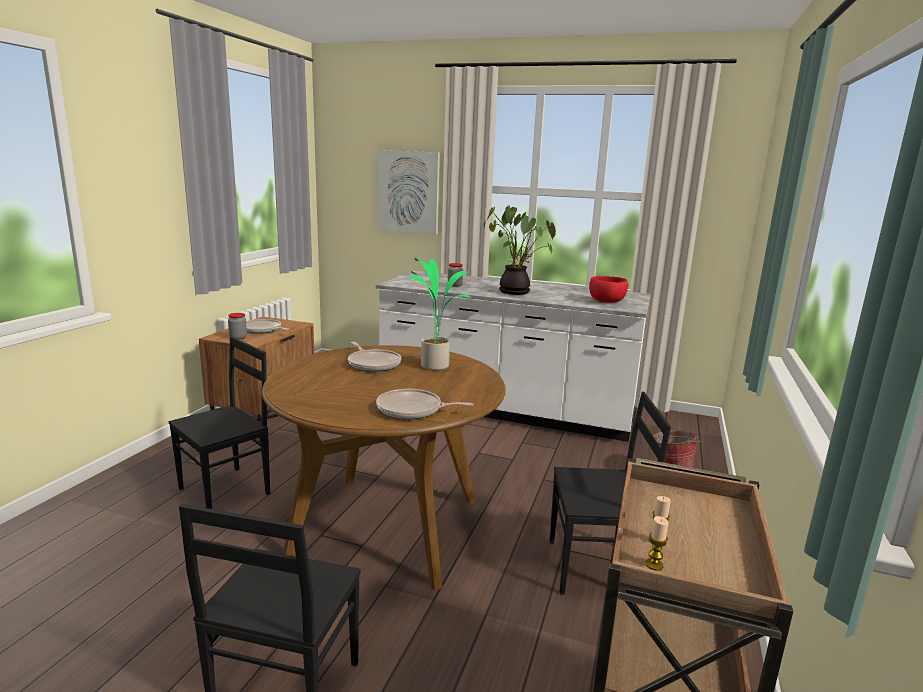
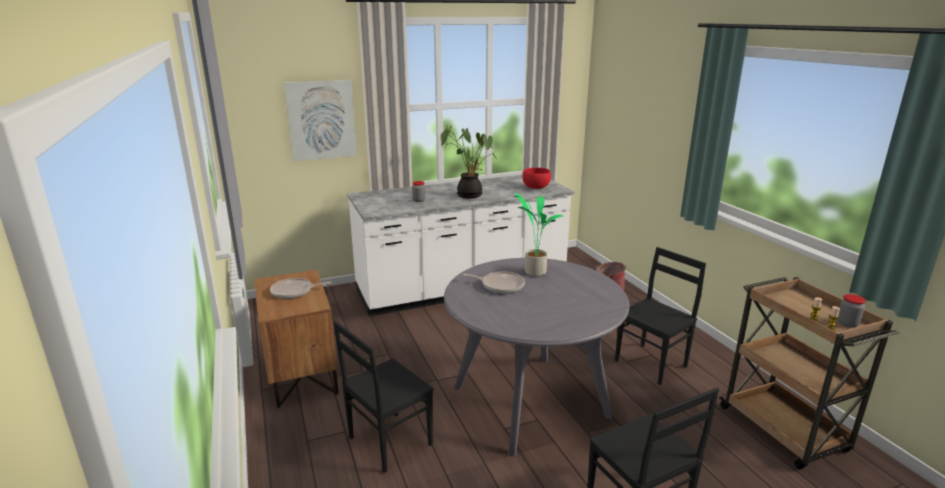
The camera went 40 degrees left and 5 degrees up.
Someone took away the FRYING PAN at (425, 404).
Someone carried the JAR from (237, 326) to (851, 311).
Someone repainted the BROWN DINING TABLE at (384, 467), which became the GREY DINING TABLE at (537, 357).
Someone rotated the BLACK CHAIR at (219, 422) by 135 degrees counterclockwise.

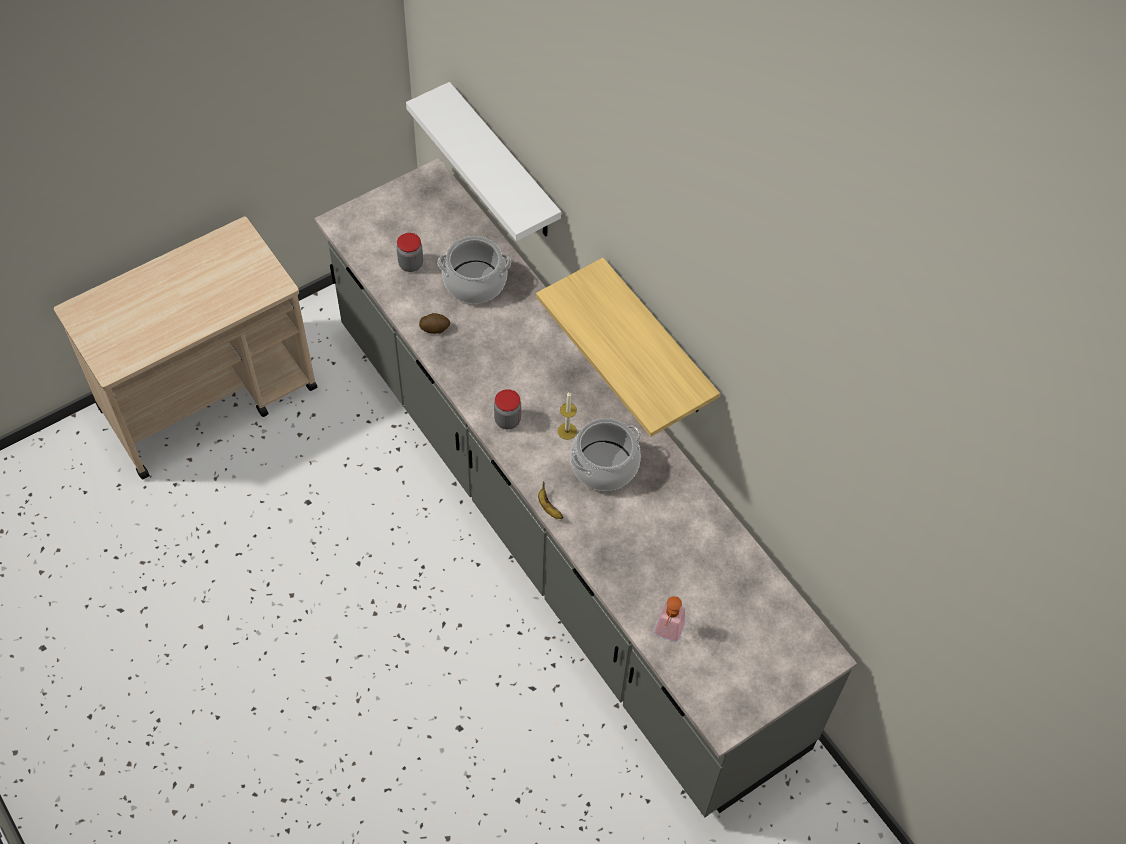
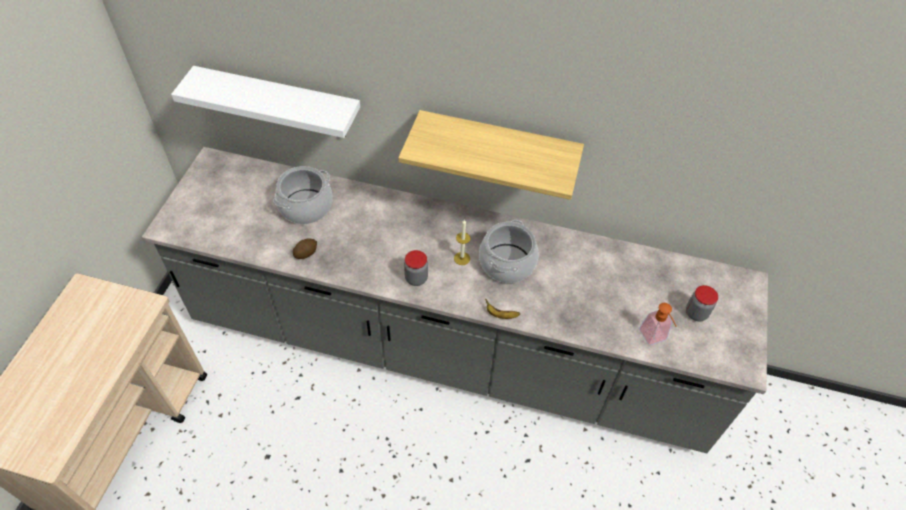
The camera went 40 degrees left and 5 degrees down.
Someone carried the JAR from (410, 252) to (702, 303).

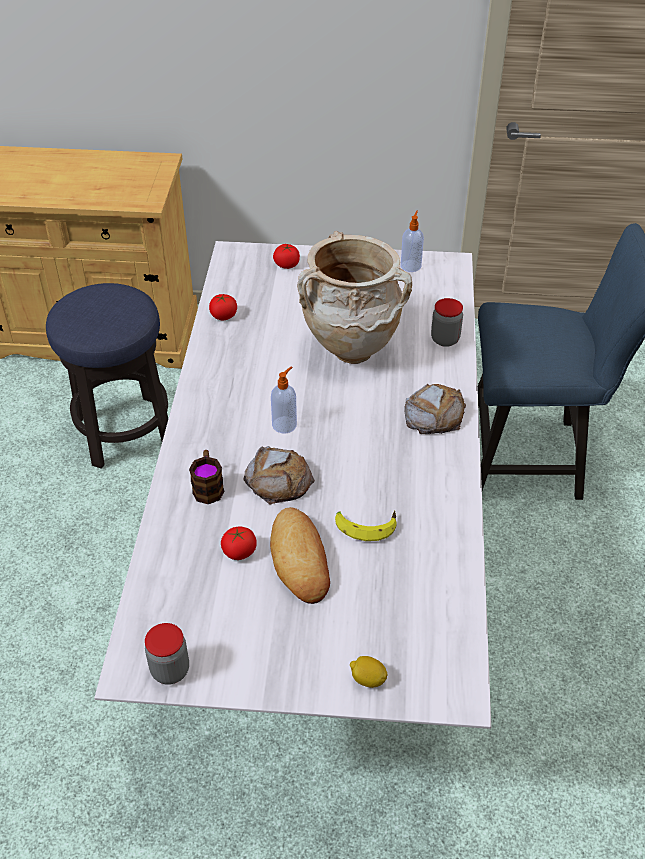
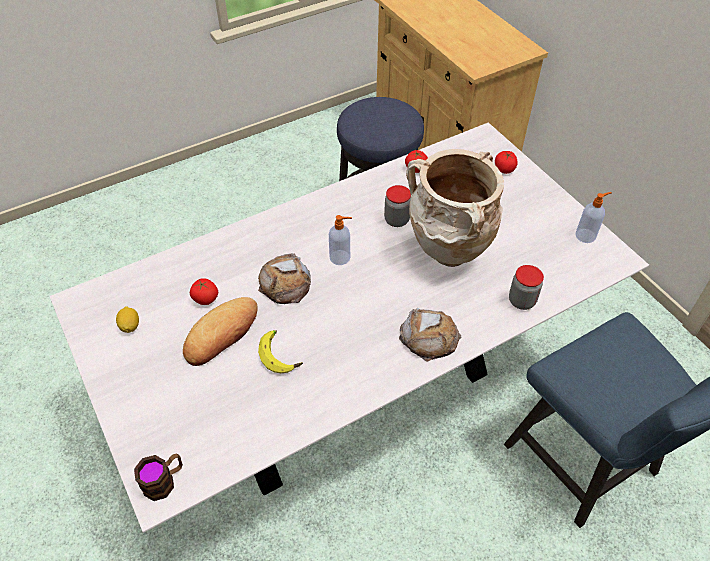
The camera went 55 degrees right and 5 degrees up.
Someone carried the JAR from (167, 654) to (397, 206).
Someone carried the MUG from (206, 477) to (158, 477).
Someone carried the LEMON from (368, 672) to (127, 319).

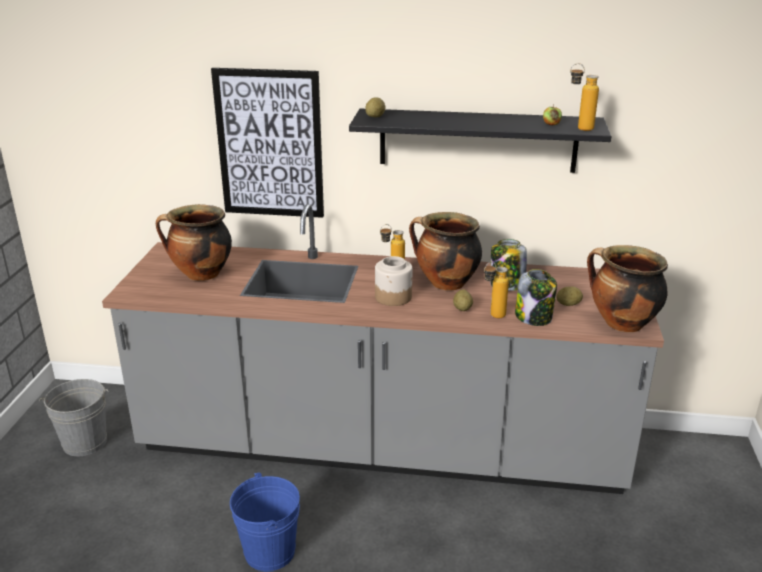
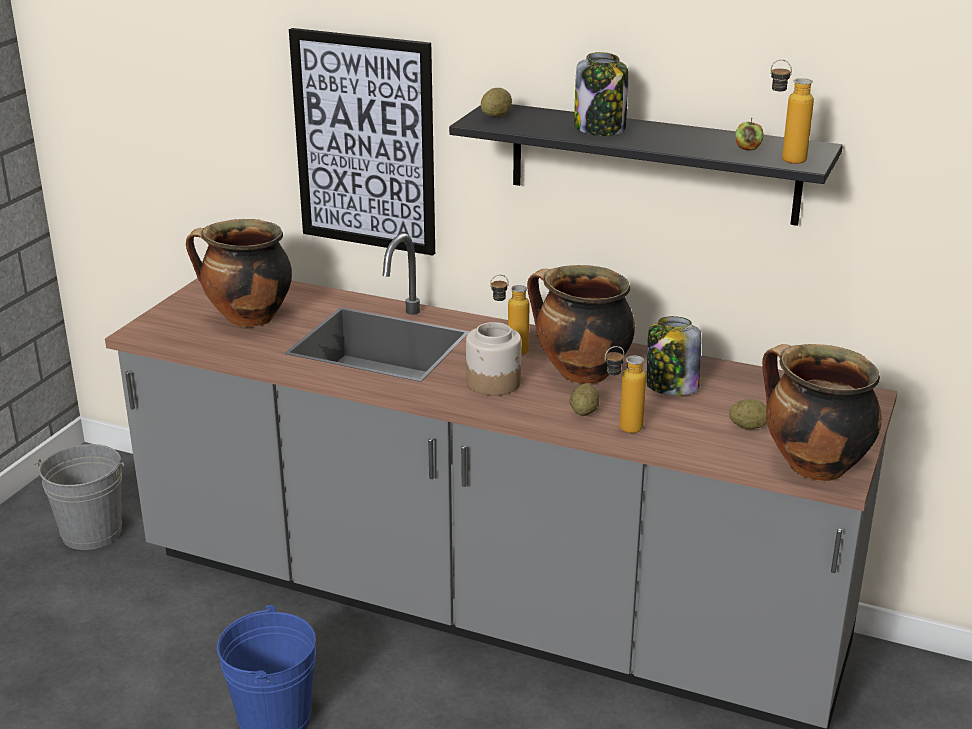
The camera went 15 degrees right and 0 degrees up.
Someone carried the JAR from (536, 297) to (601, 94).

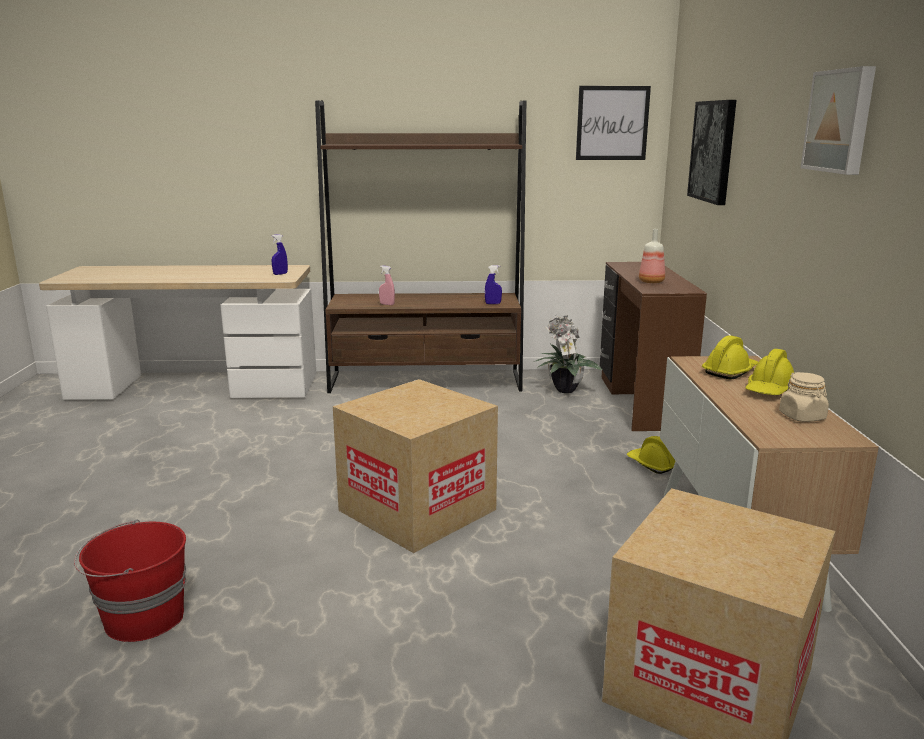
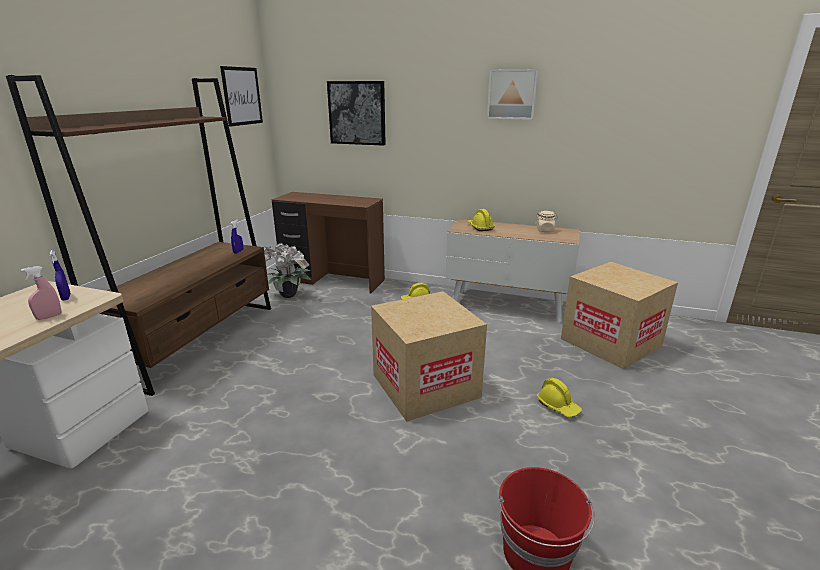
The camera went 70 degrees left and 5 degrees up.
Someone took away the BOTTLE at (652, 256).
Someone carried the PINK SPRAY BOTTLE from (387, 285) to (41, 293).
Someone carried the YELLOW HARD HAT from (769, 372) to (559, 397).

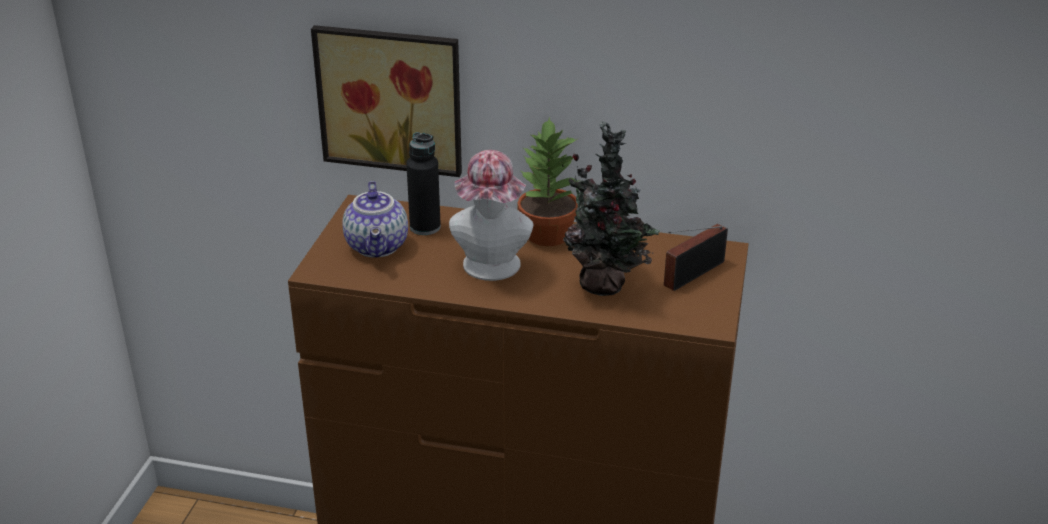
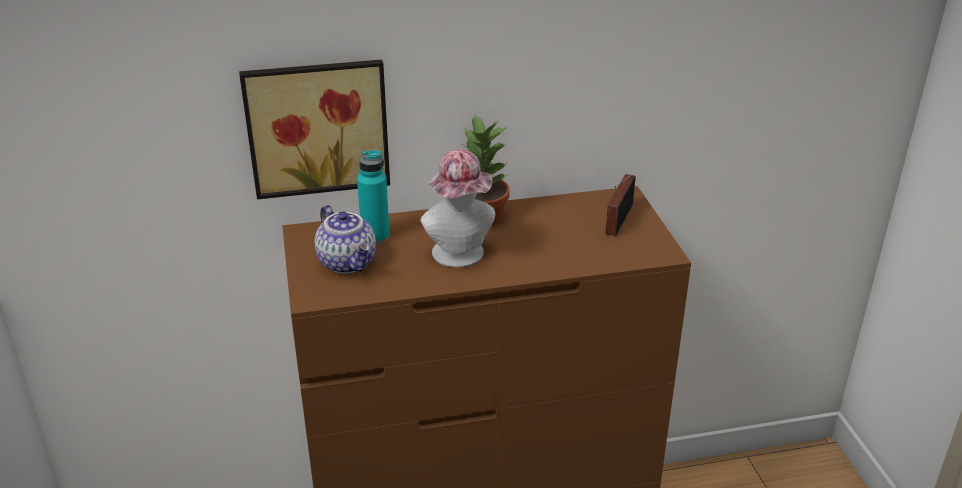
The camera went 25 degrees left and 0 degrees up.
Someone took away the POTTED PLANT at (610, 208).
Someone repainted the BLACK BOTTLE at (423, 183), which became the TURQUOISE BOTTLE at (373, 197).

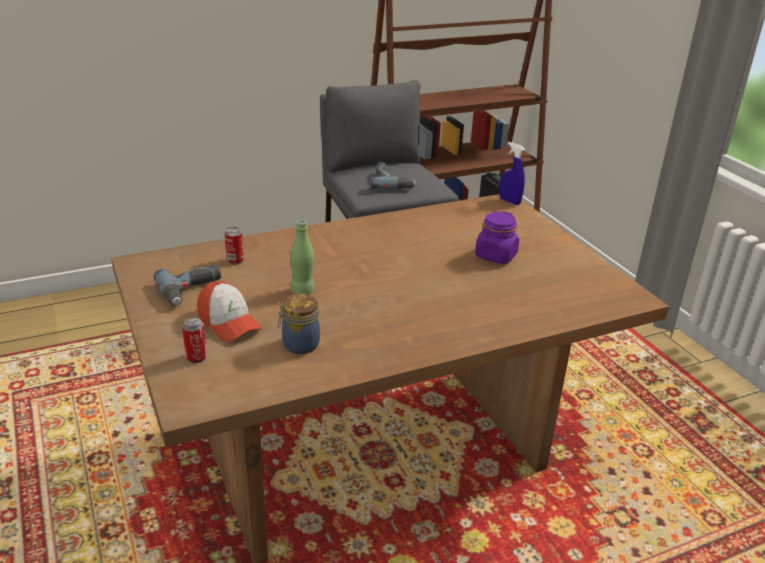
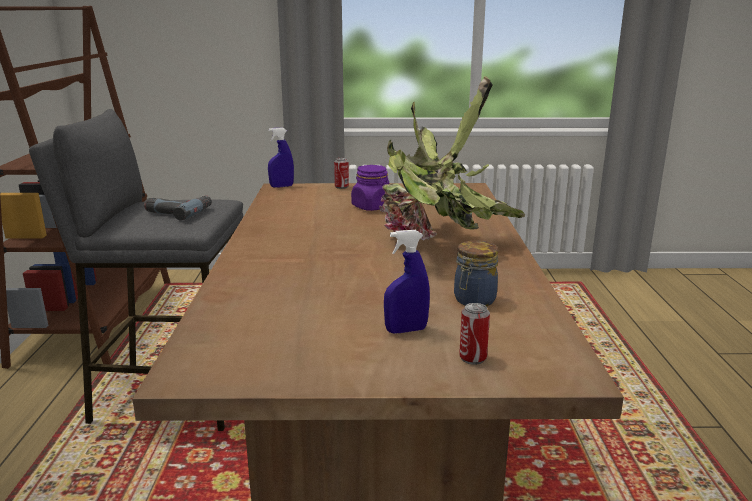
The camera went 65 degrees left and 10 degrees down.
Someone took away the POWER DRILL at (187, 285).
Someone took away the GREEN BOTTLE at (302, 257).
Someone put down the POTTED PLANT at (452, 158).
Someone carried the CAN from (234, 246) to (341, 173).
Someone swapped the CAP at (229, 311) for the BLUE SPRAY BOTTLE at (407, 281).

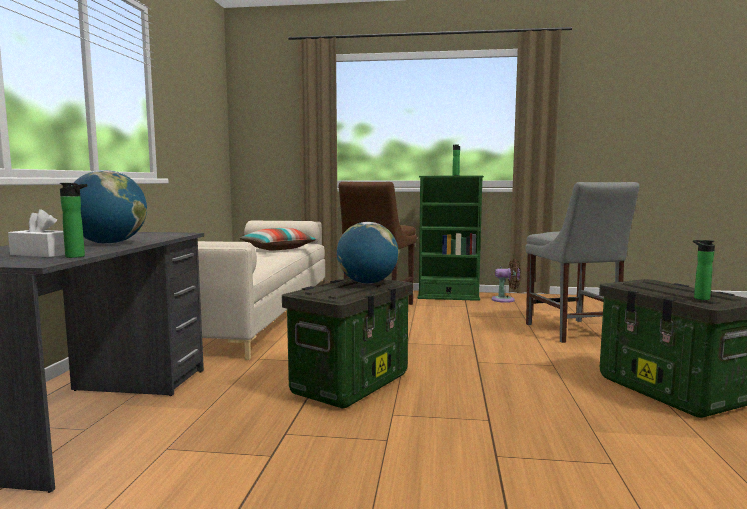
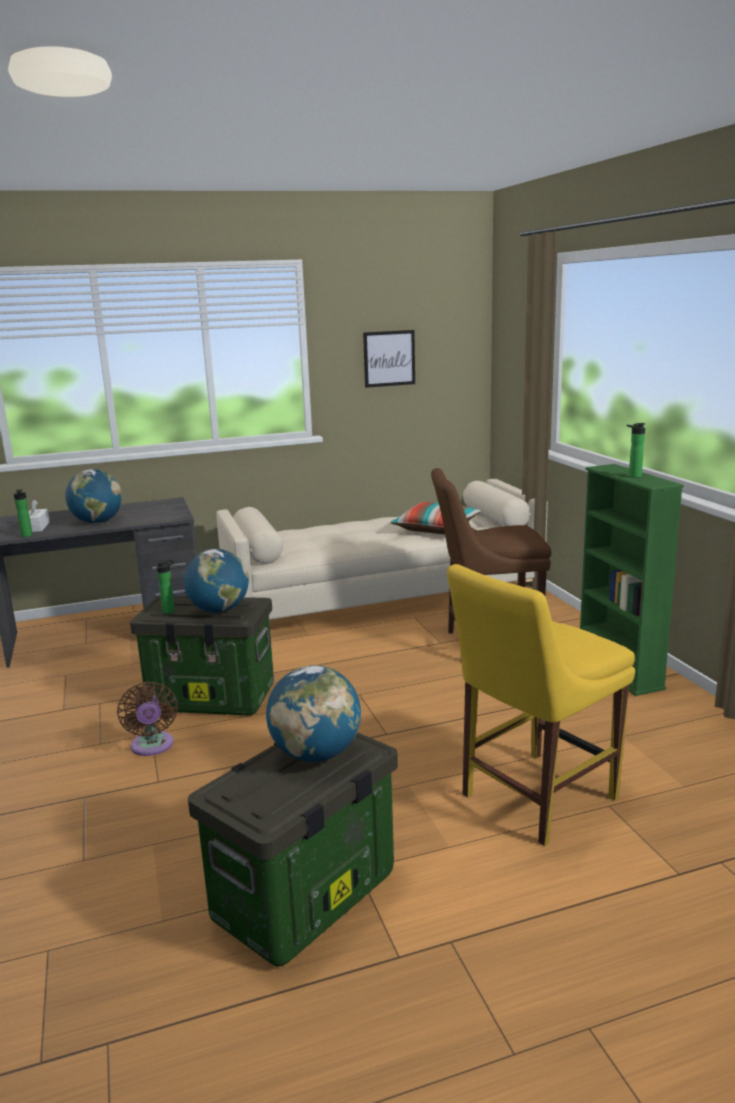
The camera went 65 degrees right and 10 degrees up.
Someone put down the GLOBE at (313, 713).
Someone put up the PICTURE at (389, 359).
Someone carried the BROWN FAN from (506, 281) to (147, 718).
Someone carried the BOTTLE from (704, 270) to (166, 587).
Someone repainted the GREY CHAIR at (582, 262), which became the YELLOW CHAIR at (541, 705).

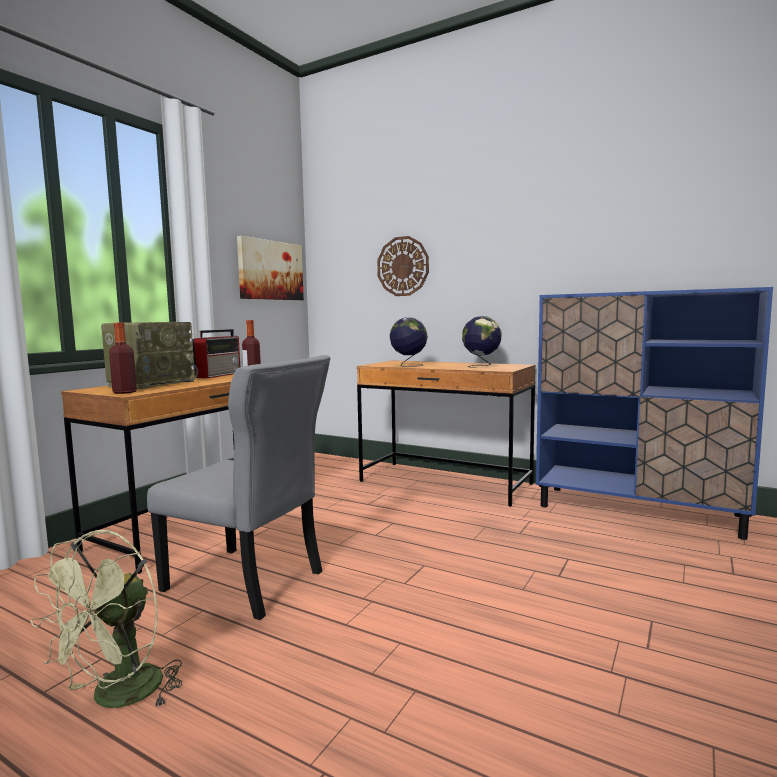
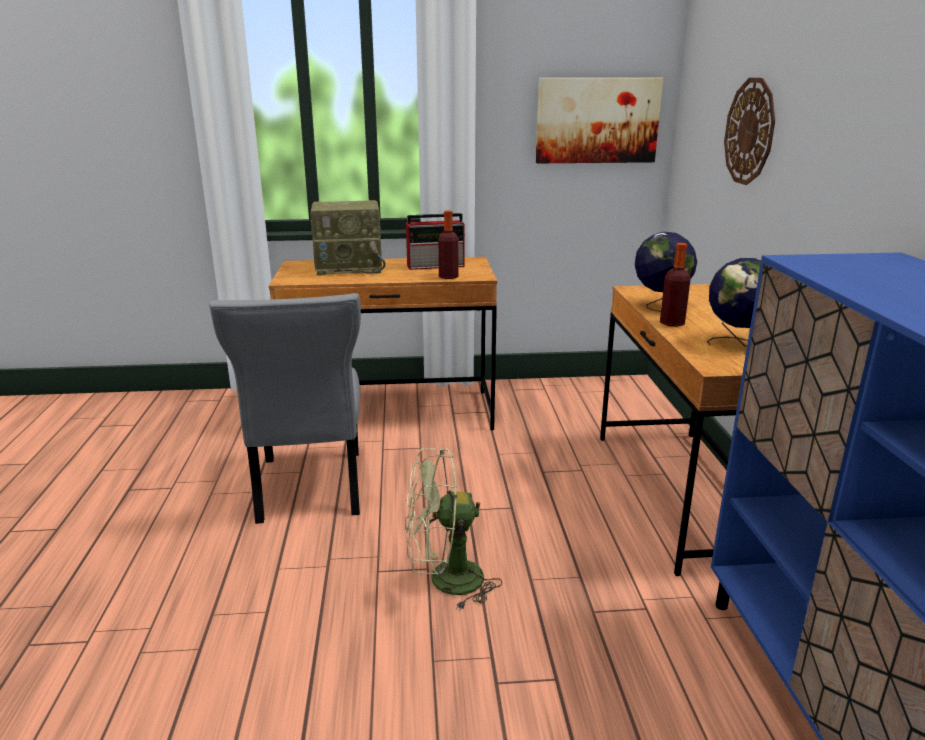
The camera went 55 degrees right and 15 degrees up.
Someone carried the GREEN FAN from (106, 619) to (453, 529).
Someone carried the BOTTLE from (123, 358) to (675, 285).

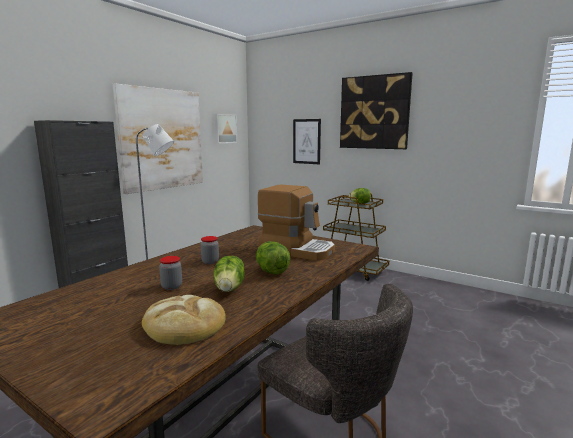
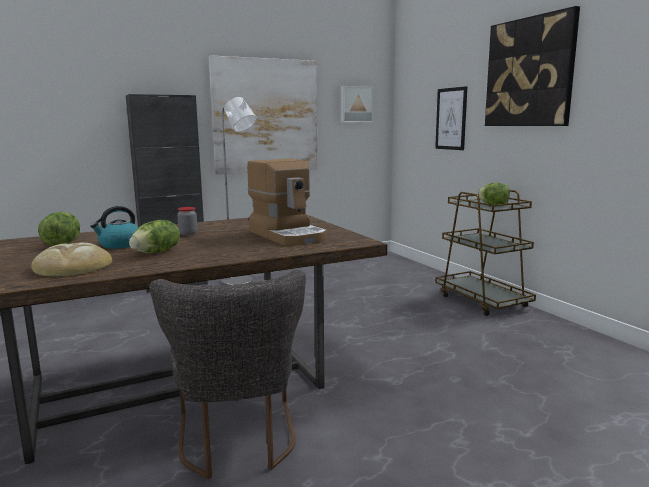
The camera went 30 degrees right and 0 degrees up.
Someone carried the LETTUCE from (273, 257) to (59, 229).
Someone swapped the JAR at (170, 273) for the KETTLE at (114, 227).

